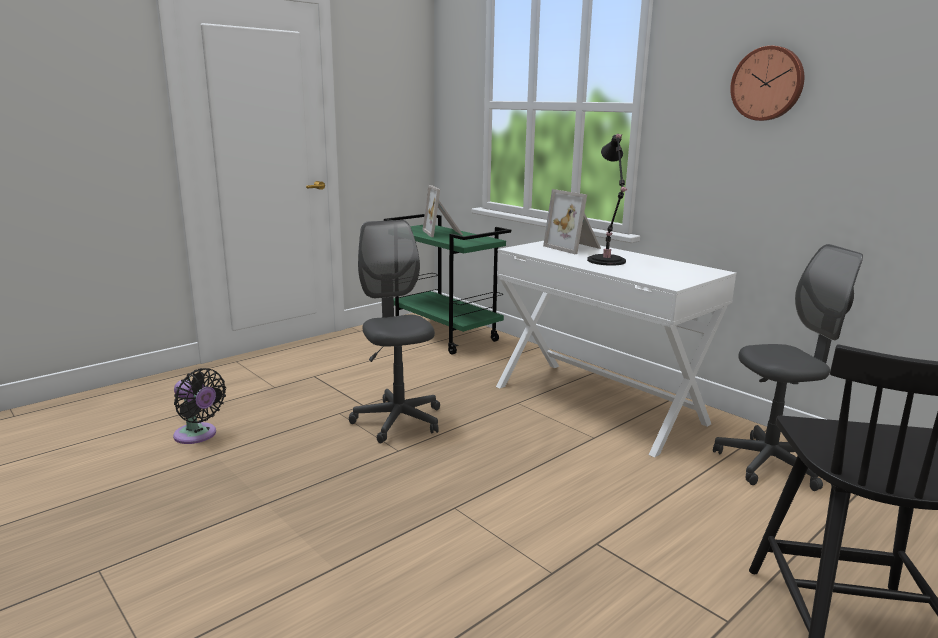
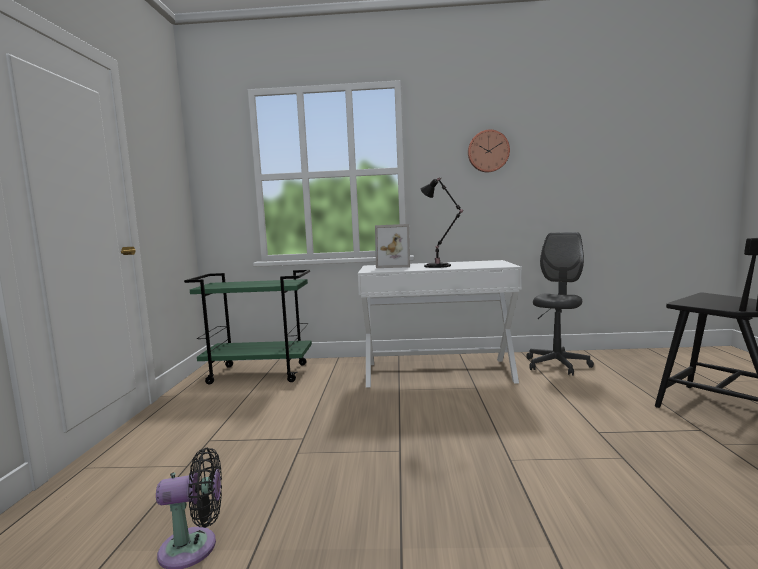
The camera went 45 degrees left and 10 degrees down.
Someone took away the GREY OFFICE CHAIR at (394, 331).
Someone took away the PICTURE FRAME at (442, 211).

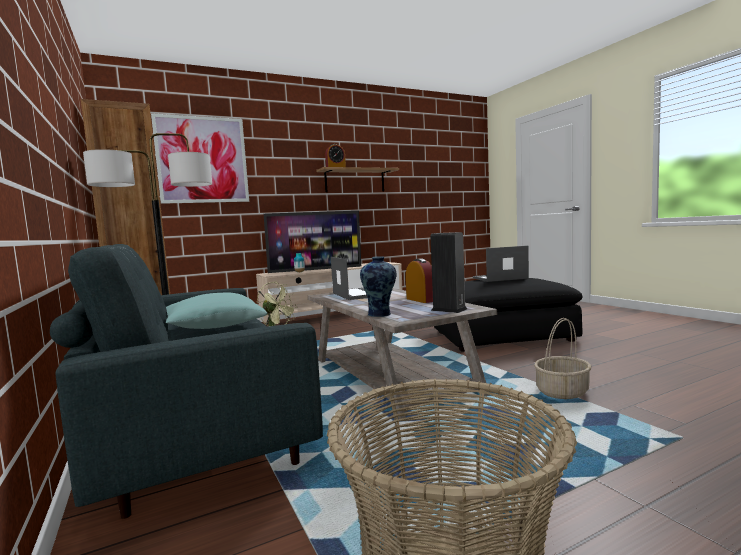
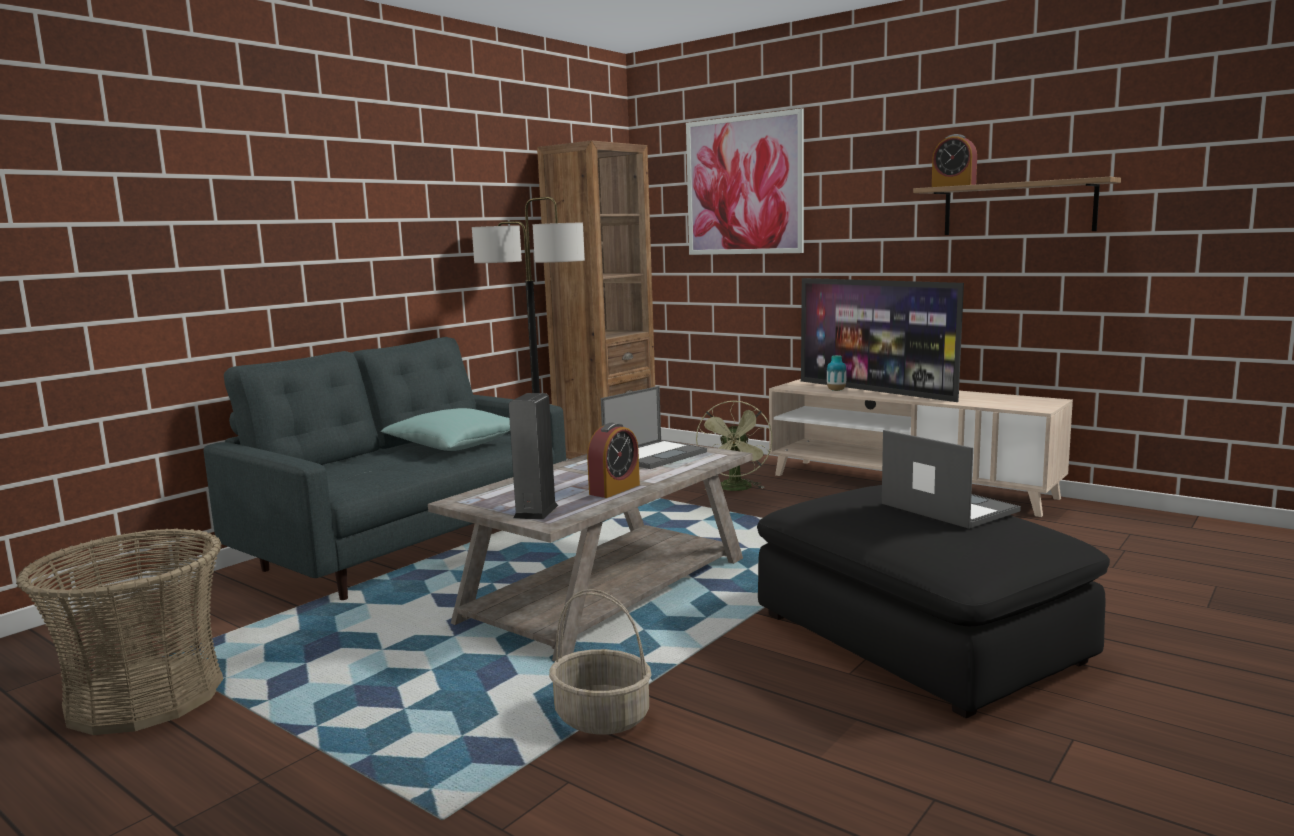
The camera went 65 degrees right and 5 degrees up.
Someone took away the VASE at (378, 286).

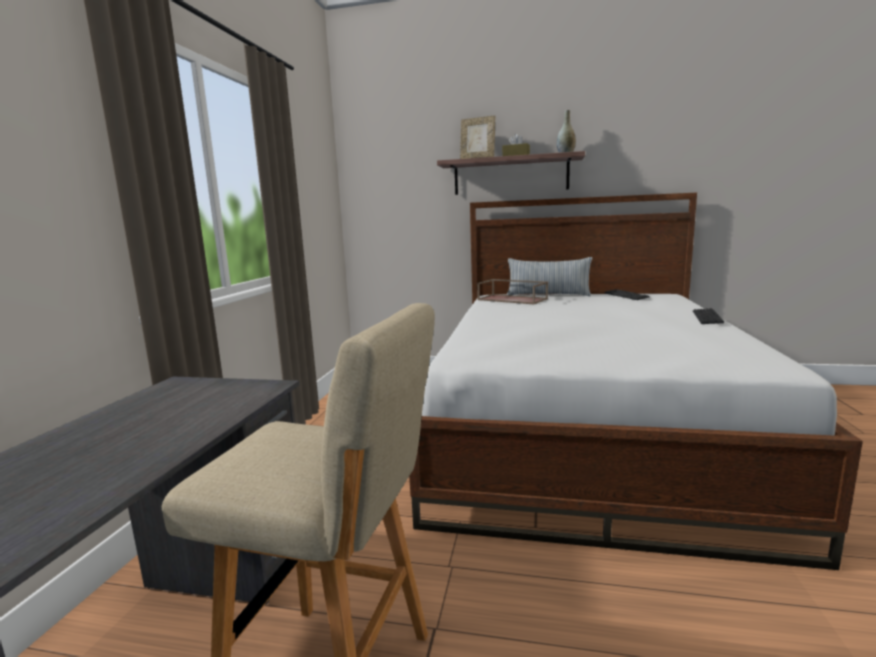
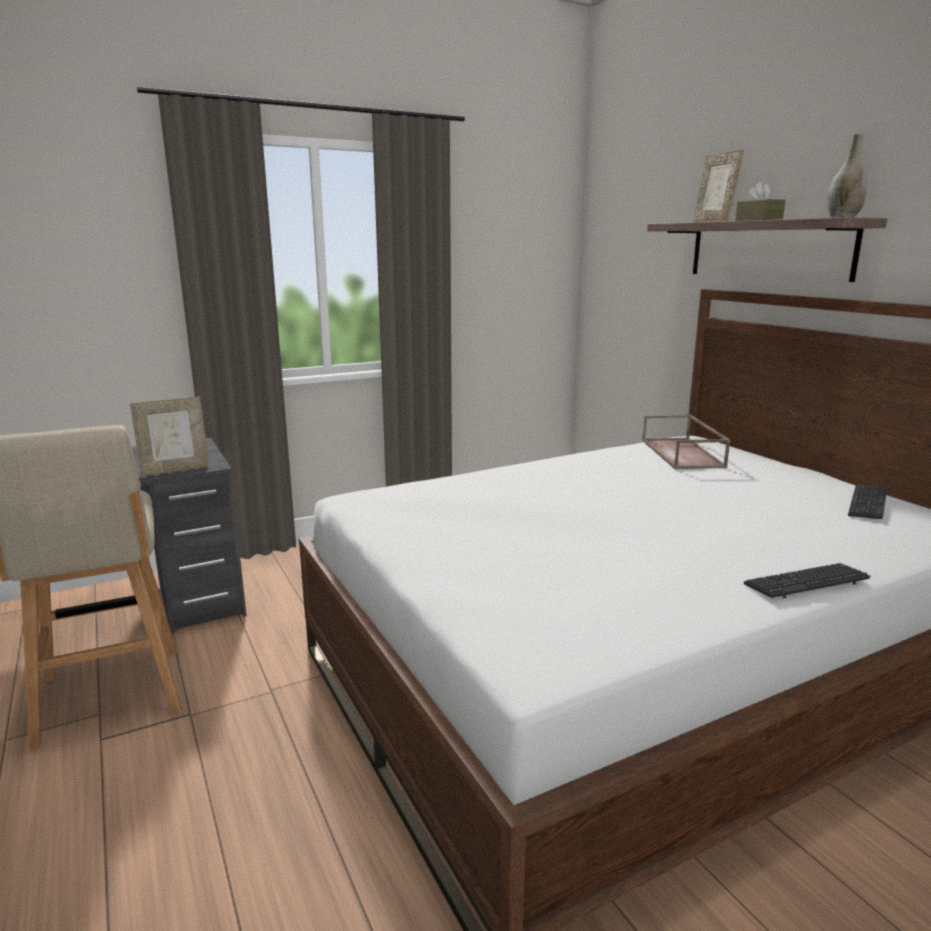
The camera went 50 degrees right and 5 degrees up.
Someone took away the PILLOW at (549, 276).
Someone put down the PICTURE FRAME at (169, 436).

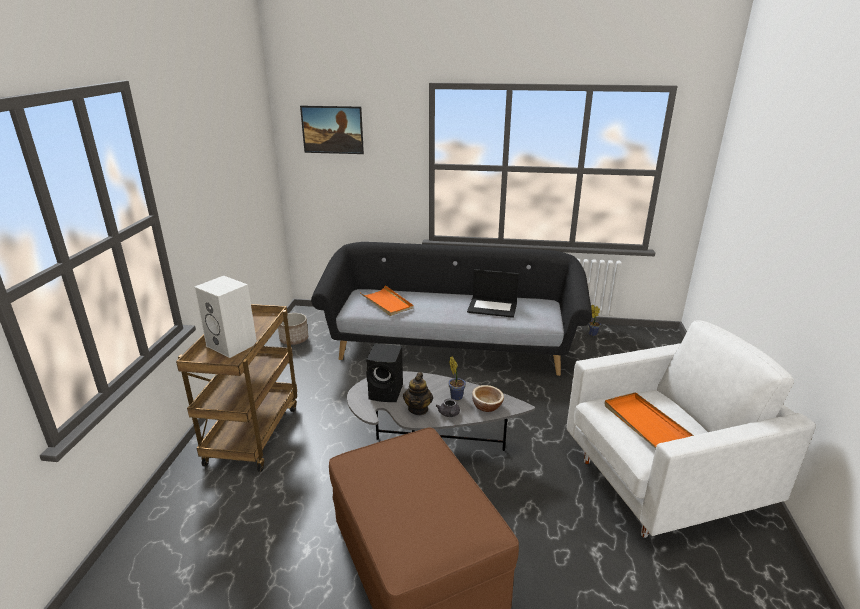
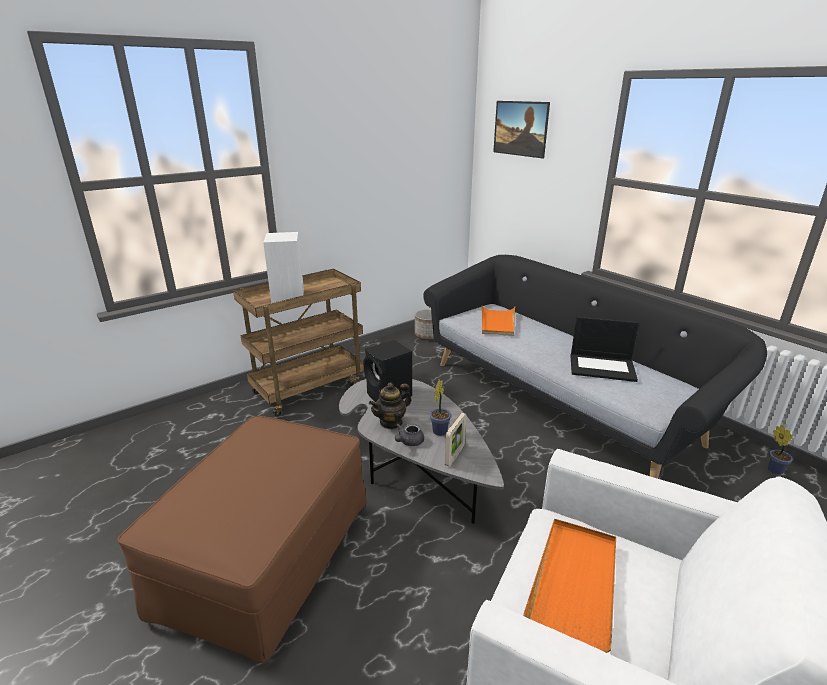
The camera went 45 degrees right and 0 degrees up.
Someone swapped the BOWL at (488, 398) for the PICTURE FRAME at (455, 440).
Someone rotated the LAPTOP at (493, 293) by 45 degrees counterclockwise.

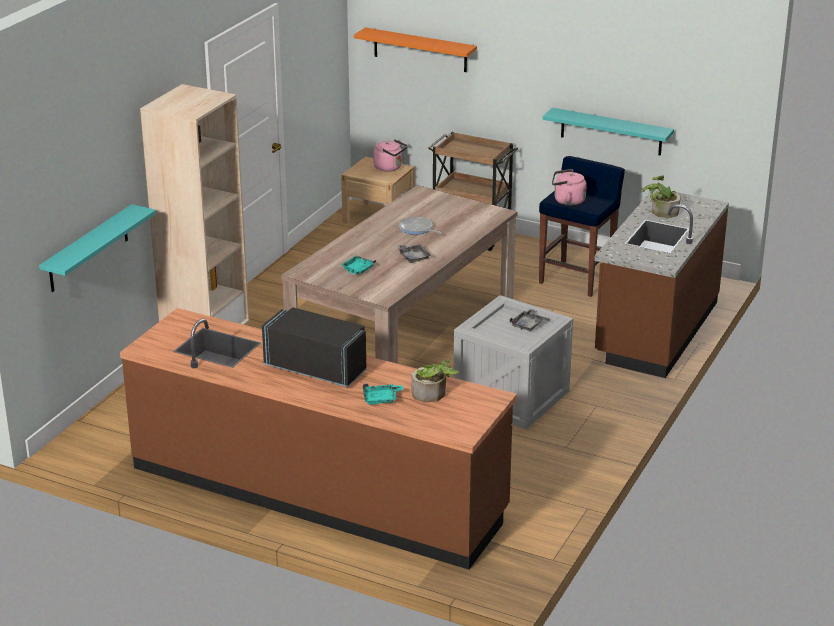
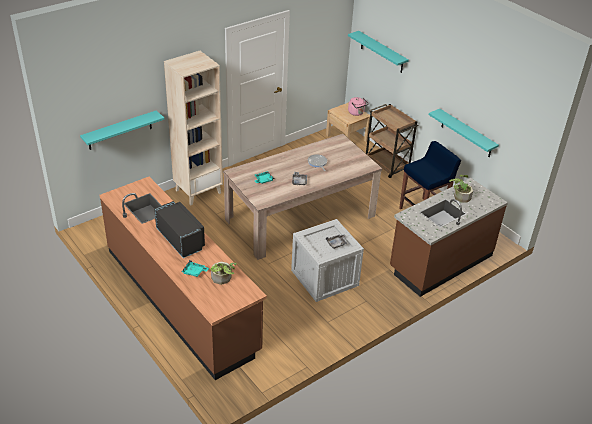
The camera went 25 degrees right and 10 degrees up.
Someone took away the PINK KETTLE at (569, 187).
Someone repainted the ORANGE SHELF at (415, 49), which became the TURQUOISE SHELF at (378, 52).

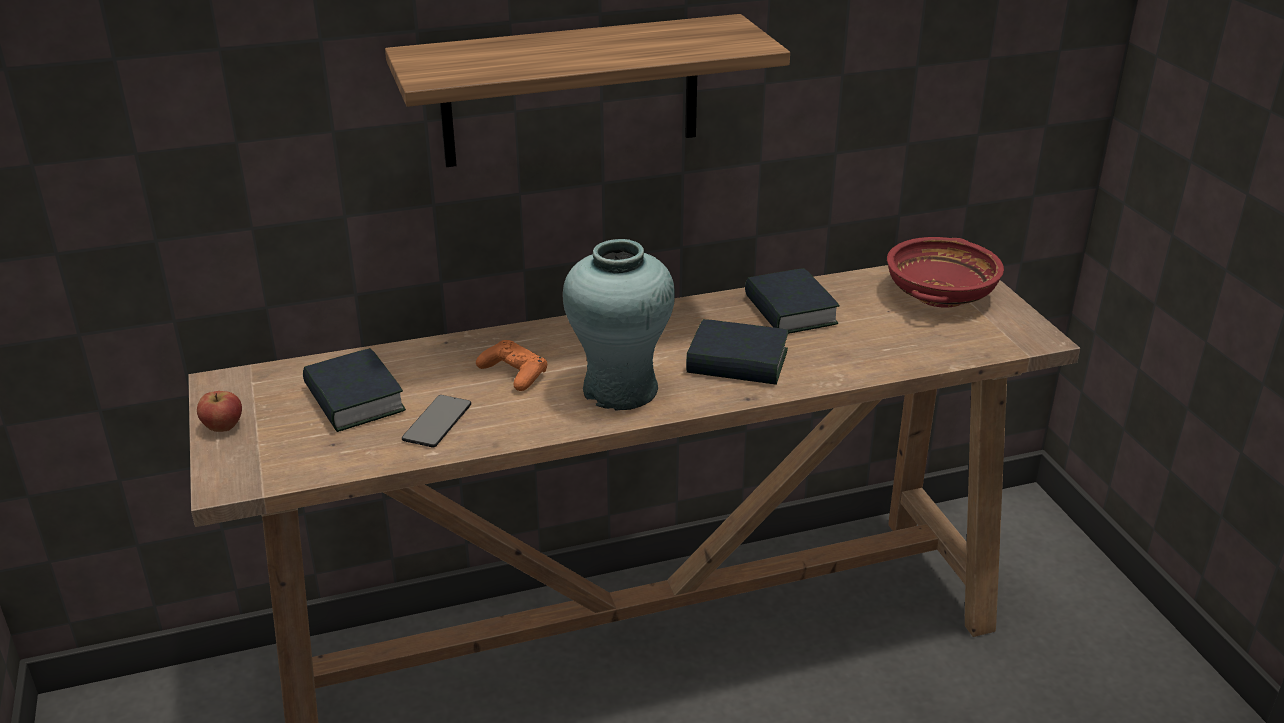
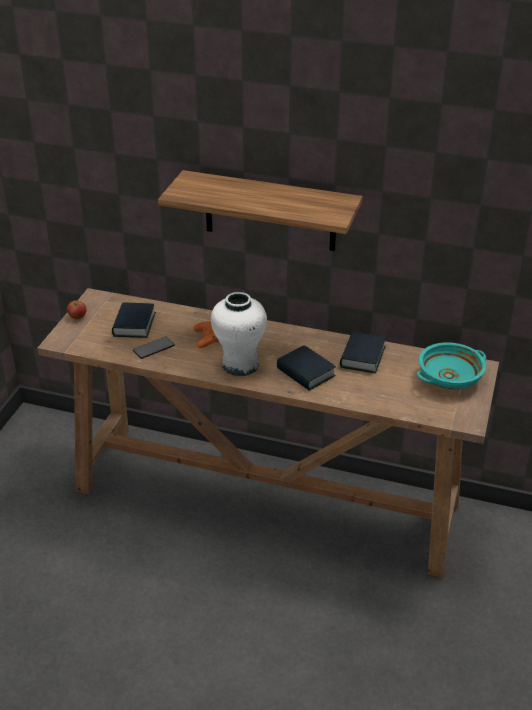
The camera went 35 degrees right and 5 degrees up.
Someone repainted the TURQUOISE VASE at (619, 324), which became the WHITE VASE at (239, 334).
Someone repainted the RED BOWL at (945, 272), which became the TURQUOISE BOWL at (451, 365).

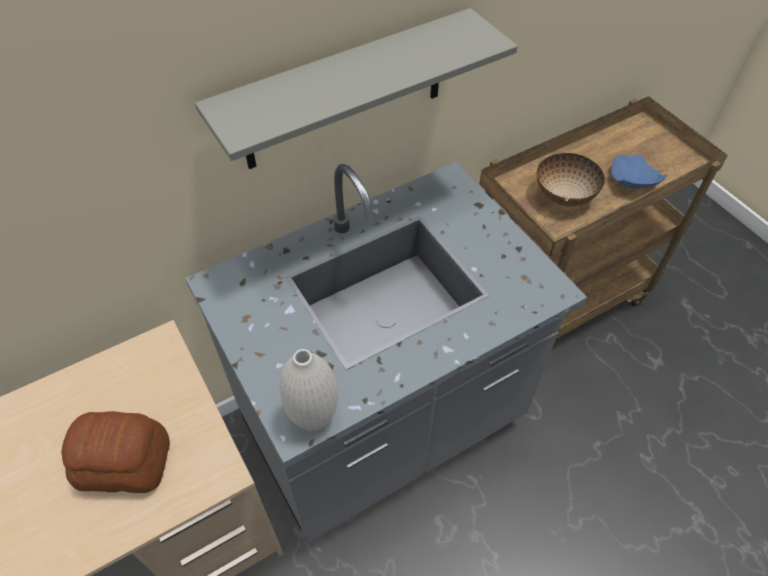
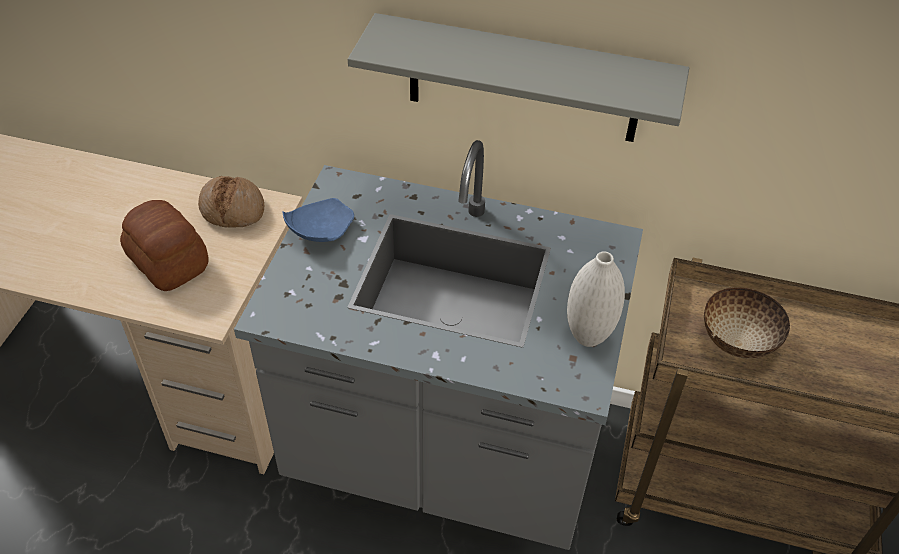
The camera went 45 degrees right and 5 degrees down.
Someone put down the BREAD at (231, 202).
Someone carried the WHITE VASE from (308, 390) to (596, 299).
Someone carried the BLUE PLATE from (639, 171) to (318, 220).

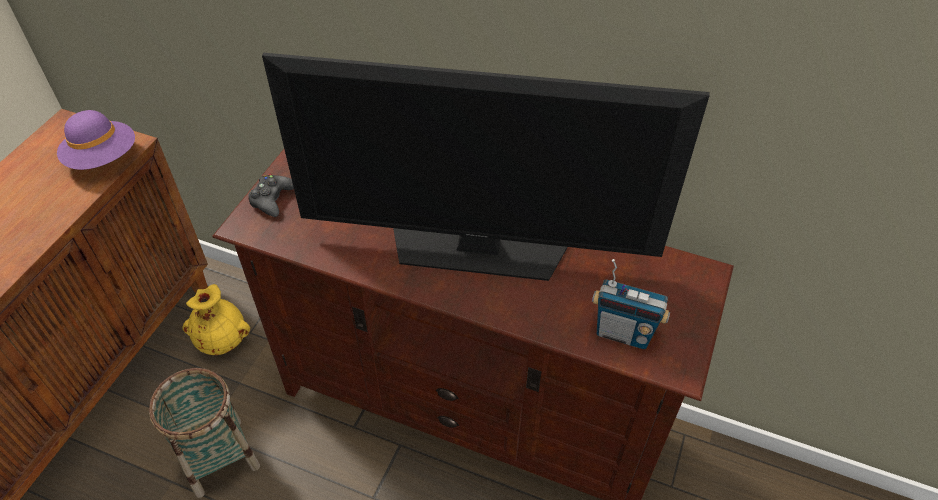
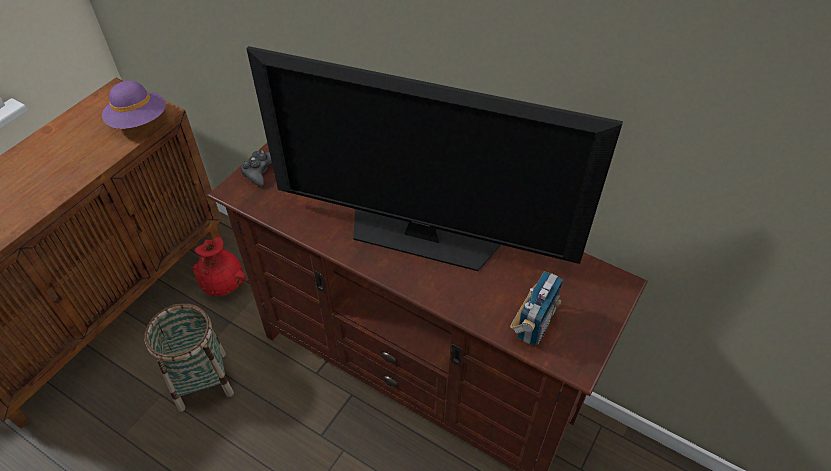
The camera went 10 degrees right and 0 degrees up.
Someone repainted the YELLOW VASE at (216, 319), which became the RED VASE at (219, 266).
Someone rotated the RADIO at (631, 304) by 90 degrees counterclockwise.

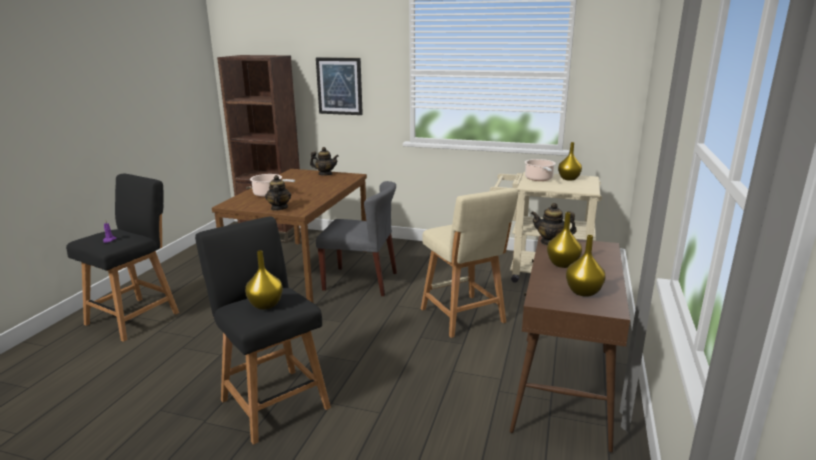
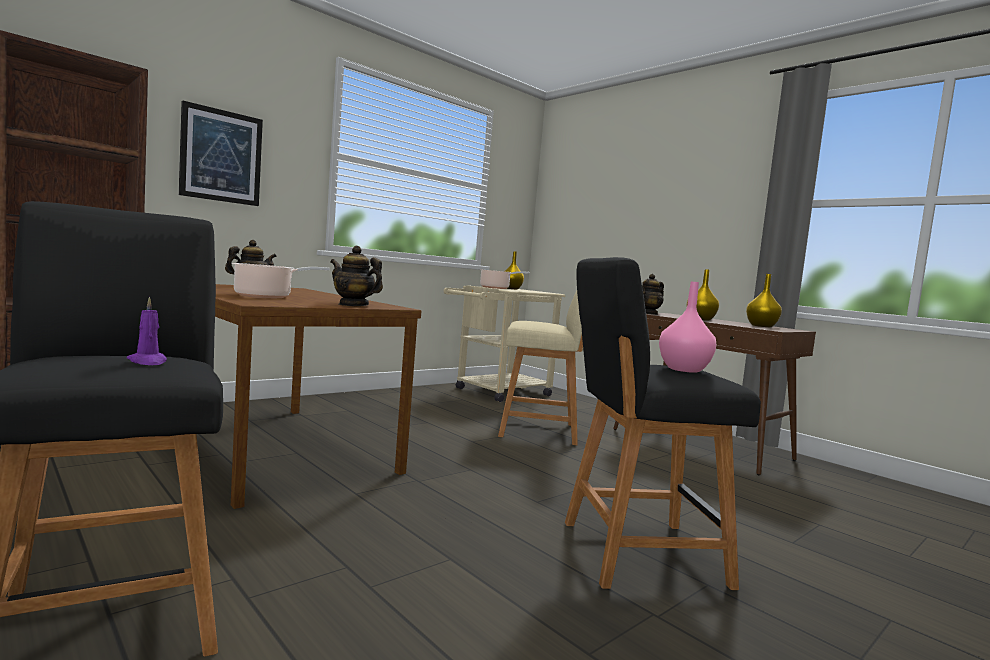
The camera went 60 degrees left and 15 degrees down.
Someone took away the GREY CHAIR at (356, 238).
Someone repainted the YELLOW VASE at (264, 280), which became the PINK VASE at (687, 327).

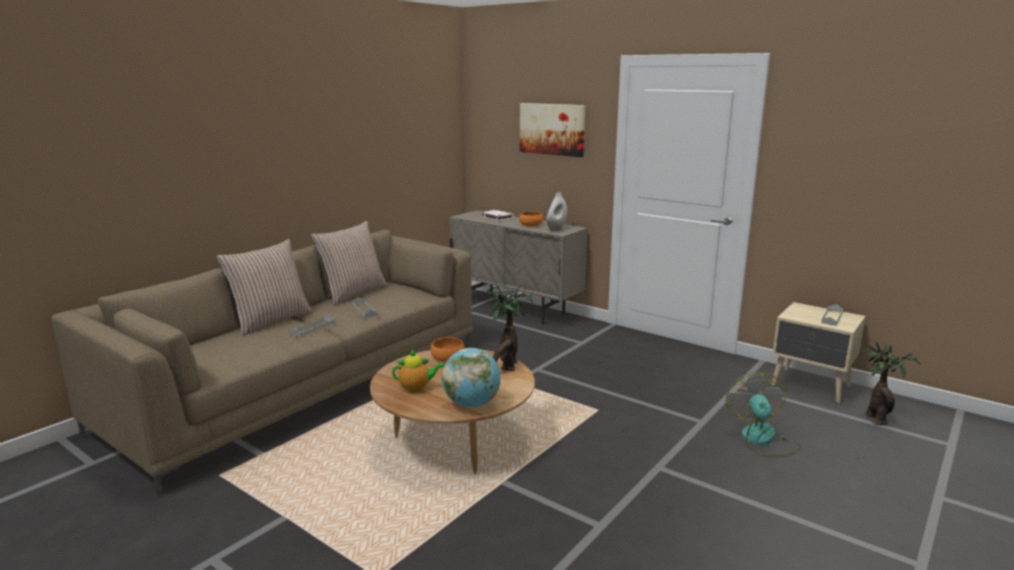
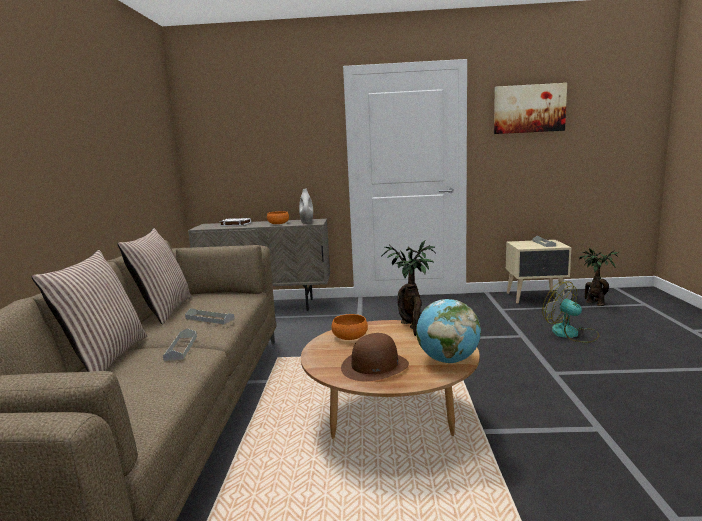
The camera went 35 degrees left and 5 degrees down.
Someone carried the PICTURE from (552, 130) to (530, 108).
Someone swapped the TEAPOT at (418, 370) for the BROWN HAT at (375, 357).

